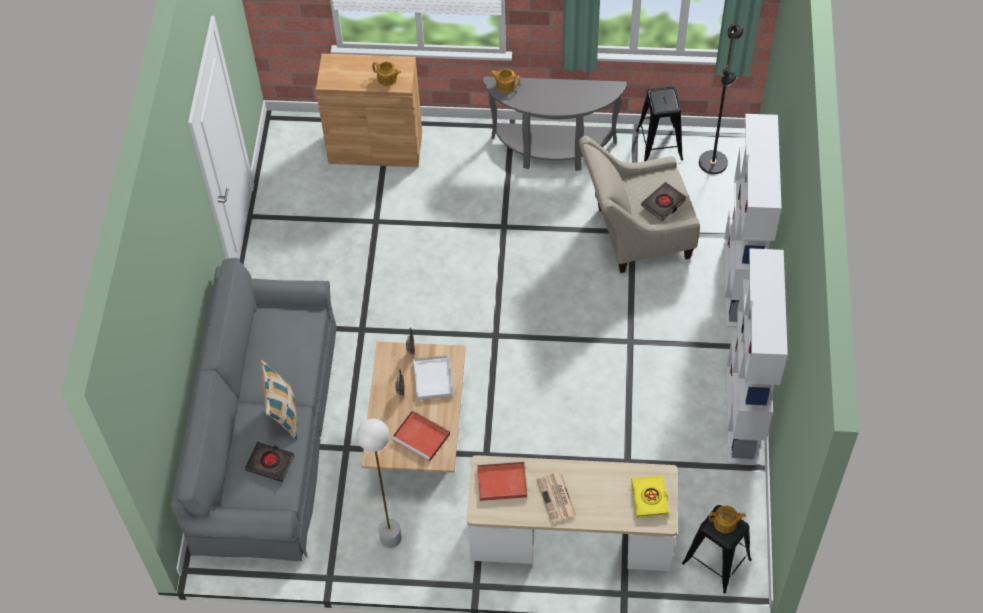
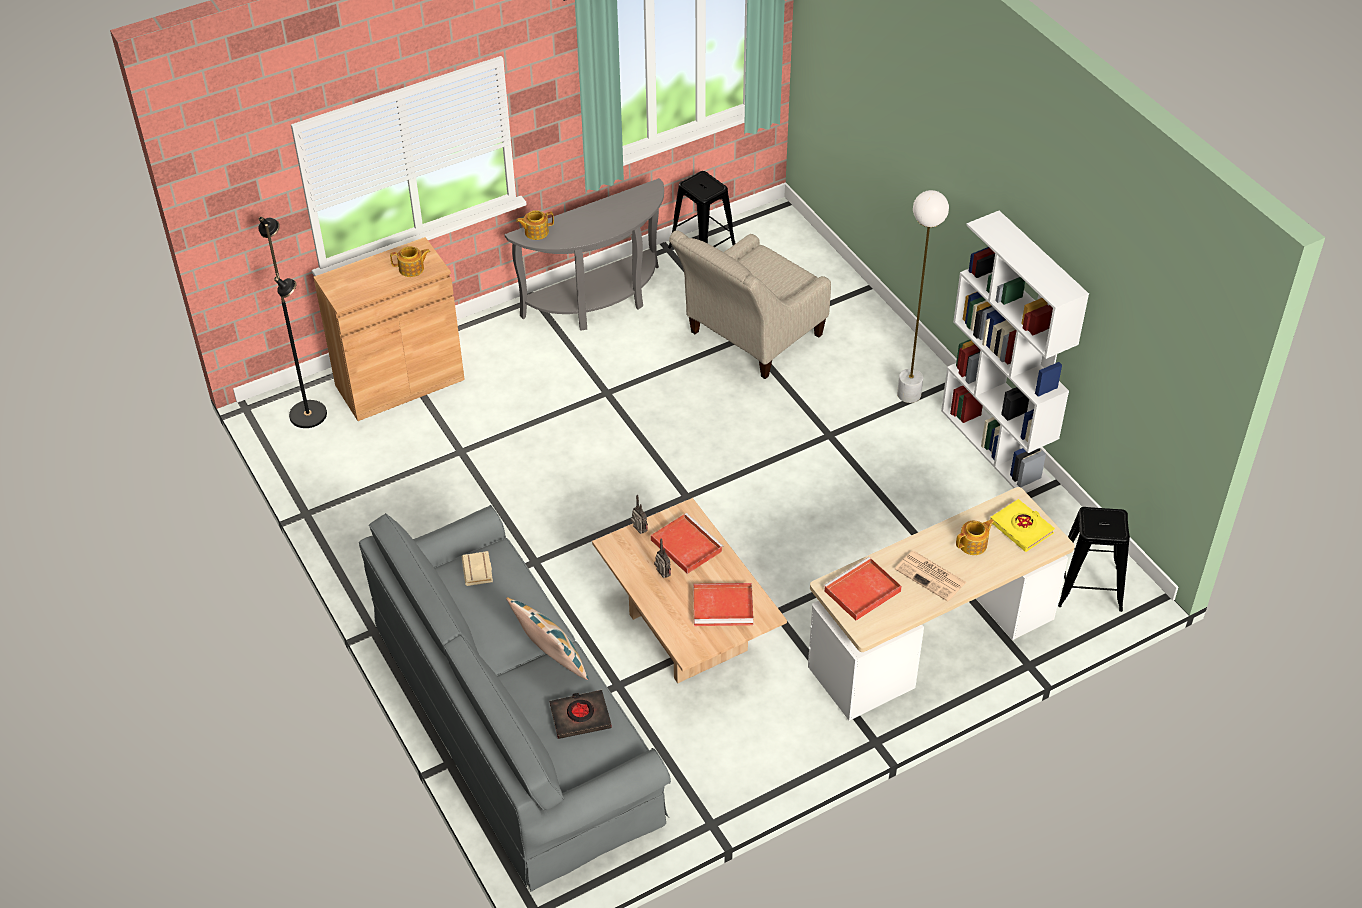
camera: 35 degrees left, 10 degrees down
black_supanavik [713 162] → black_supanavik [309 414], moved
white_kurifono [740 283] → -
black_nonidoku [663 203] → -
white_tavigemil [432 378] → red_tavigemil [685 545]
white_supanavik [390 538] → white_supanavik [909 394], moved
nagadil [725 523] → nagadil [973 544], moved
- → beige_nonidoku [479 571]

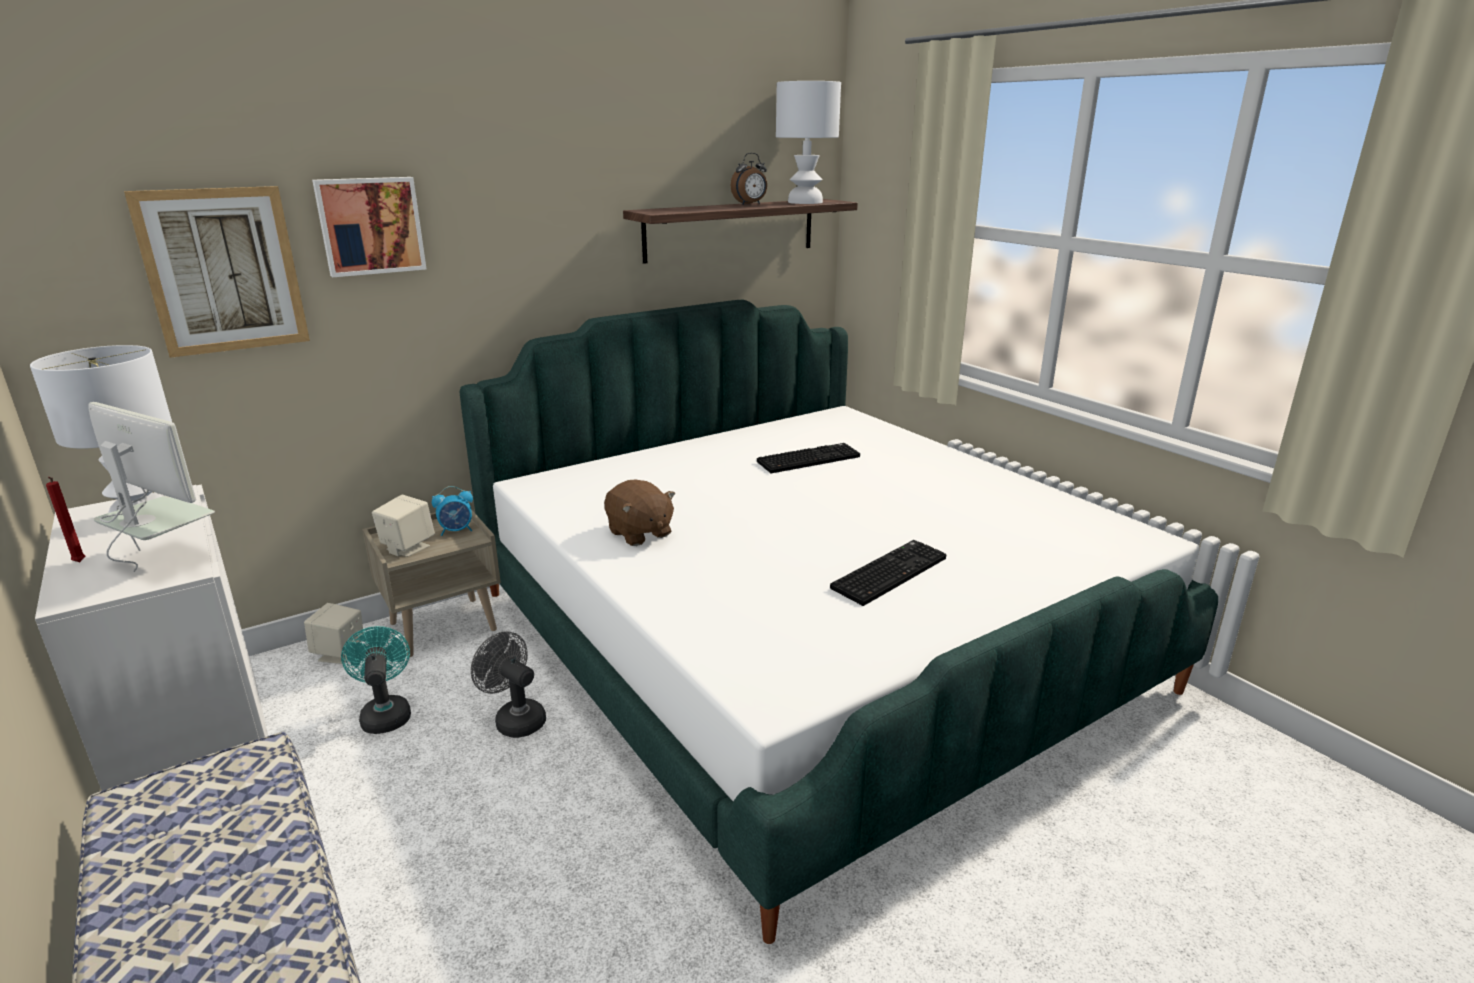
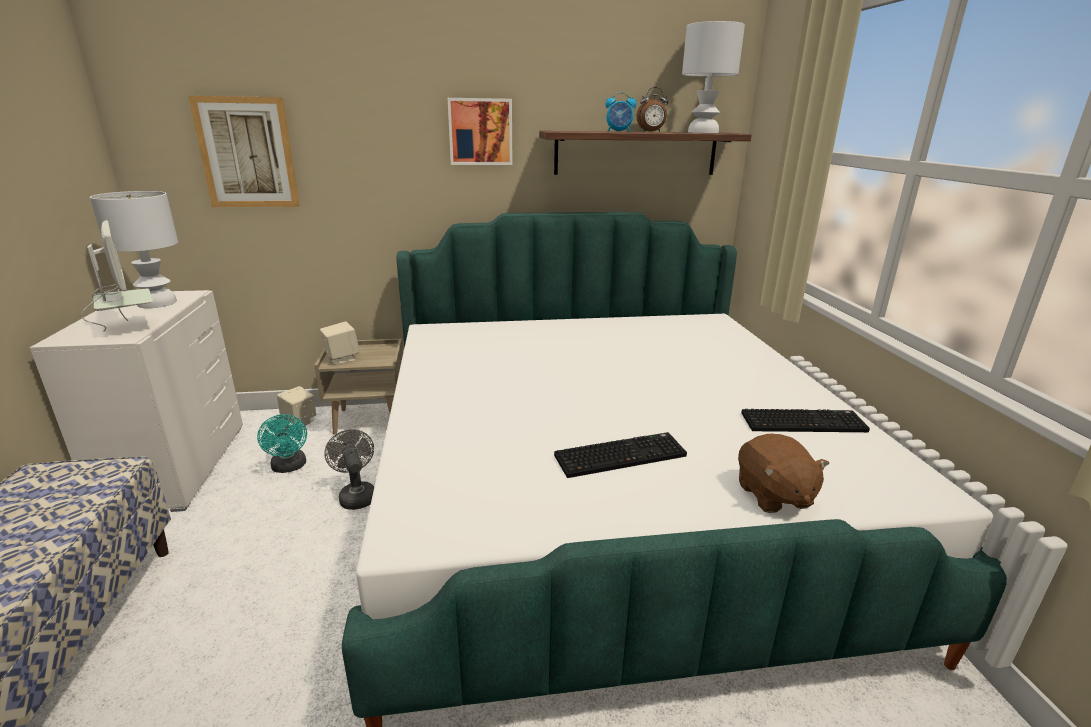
camera: 25 degrees right, 0 degrees up
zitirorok [370 226] → zitirorok [480 132], moved
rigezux [808 459] → rigezux [803 422], moved
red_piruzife [79 563] → -
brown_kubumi [639 533] → brown_kubumi [773 495], moved
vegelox [457 531] → vegelox [619 132], moved
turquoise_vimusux [385 714] → turquoise_vimusux [289 467], 150 degrees clockwise

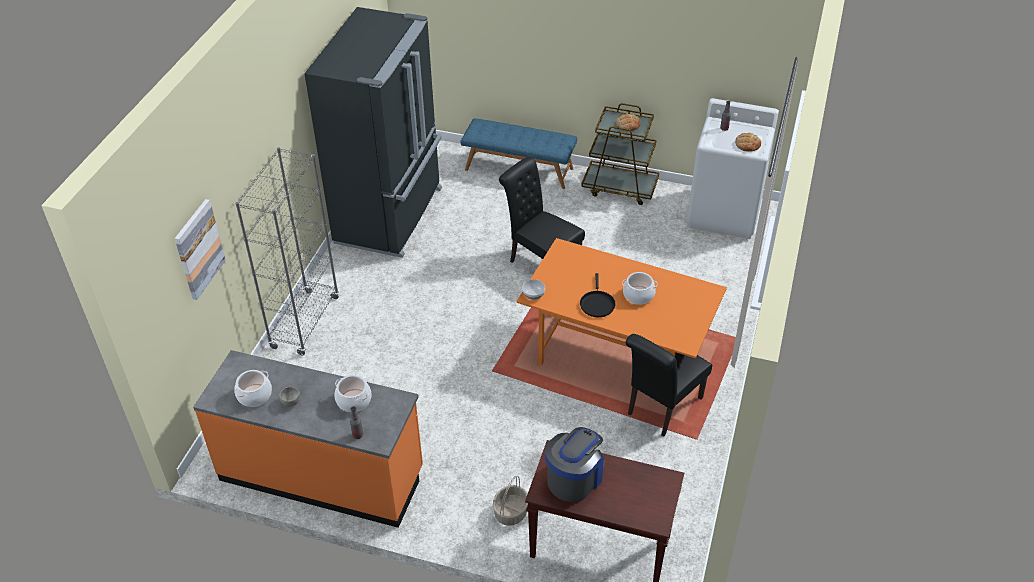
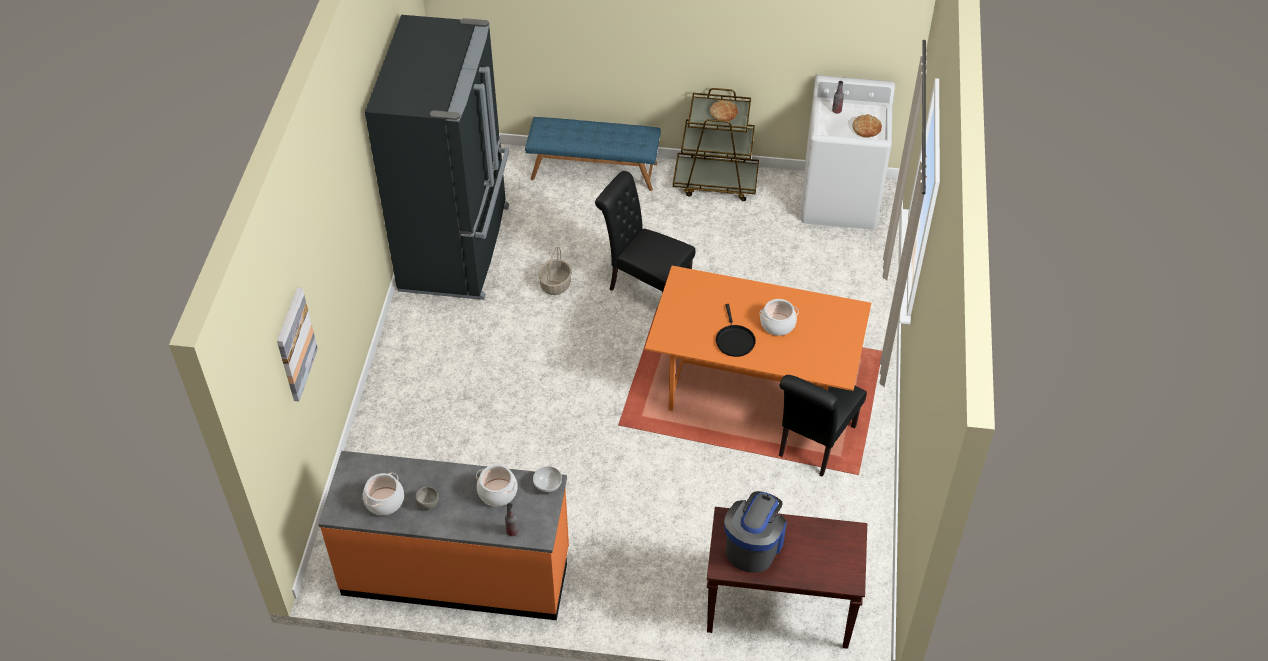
camera: 10 degrees left, 5 degrees up
grey_kurifono [305 322] → -
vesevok [534 295] → vesevok [548 485], moved
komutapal [511 512] → komutapal [555 284], moved

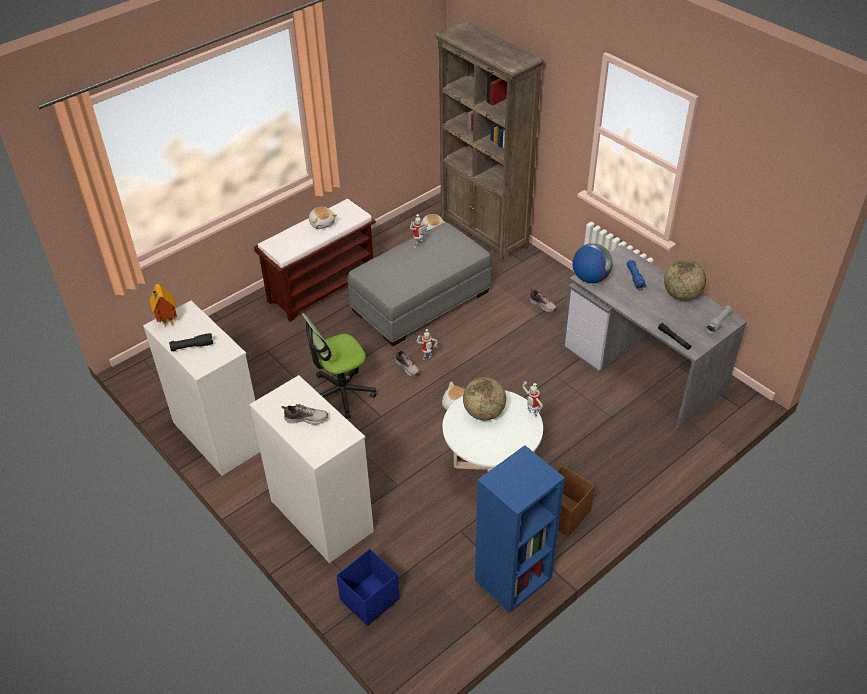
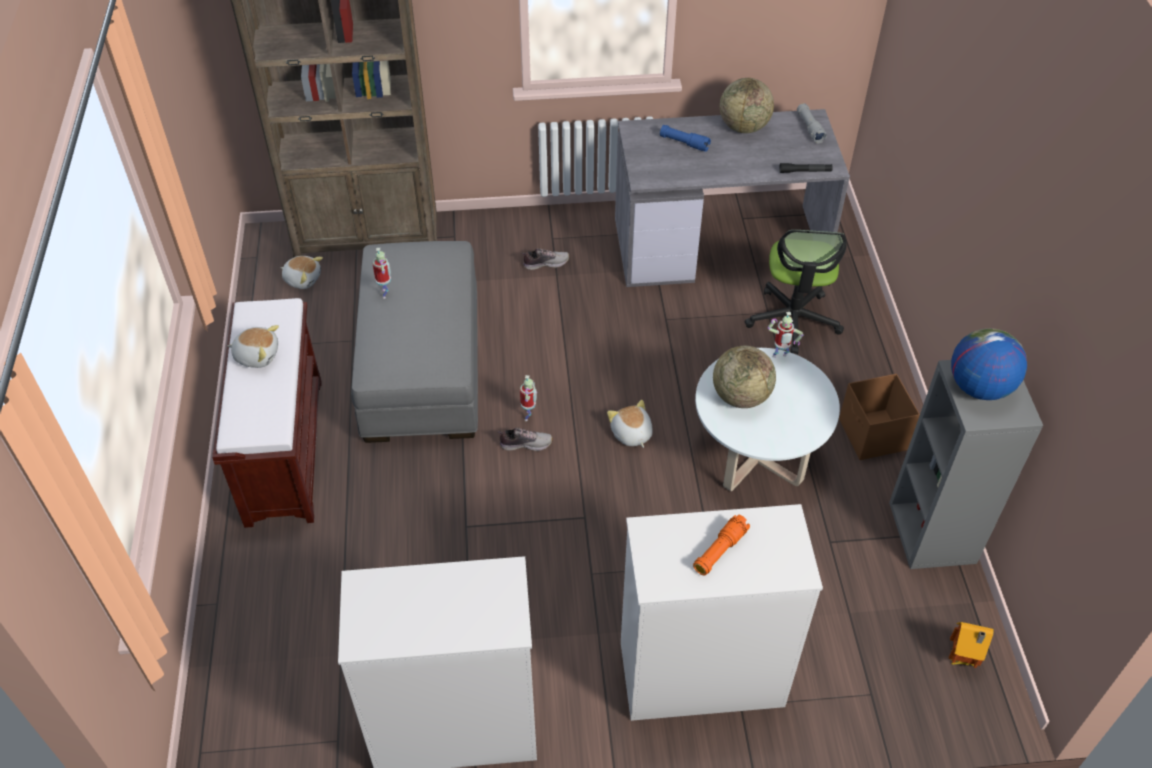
camera: 55 degrees left, 5 degrees up
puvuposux [590 278] → puvuposux [979 387], moved
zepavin [166 321] → zepavin [961 660], moved
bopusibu [341 393] → bopusibu [793 320], moved
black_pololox [192 346] → -
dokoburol [306 418] → orange_pololox [720 550]
blue_kurifono [513 580] → grey_kurifono [933 533]
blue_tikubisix [369 600] → -

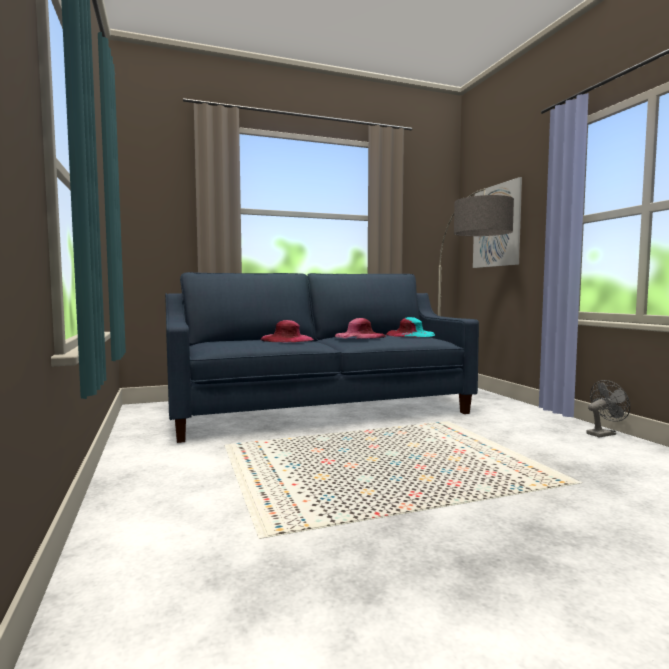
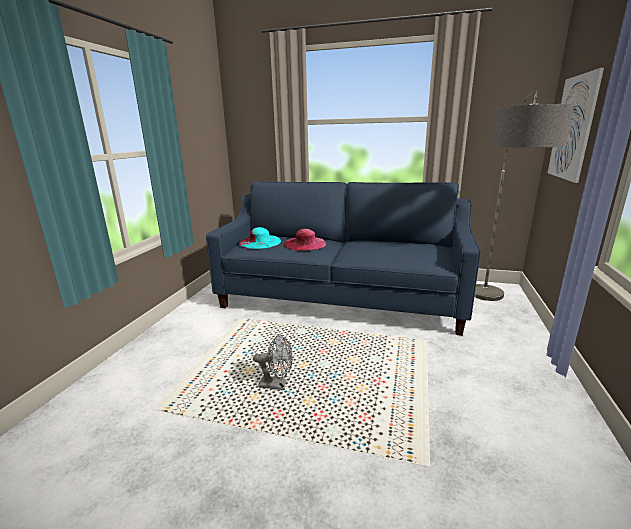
camera: 35 degrees right, 15 degrees up
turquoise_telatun [410 334] → turquoise_telatun [260 242], moved
pink_telatun [360 336] → -
grey_vimusux [603 434] → grey_vimusux [277 384], moved

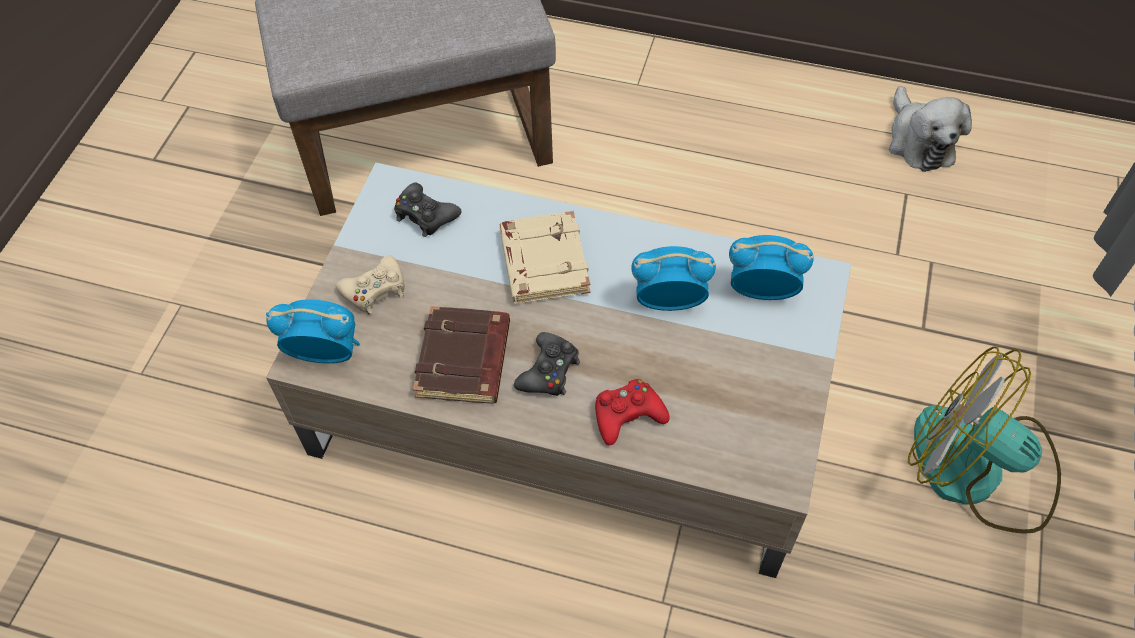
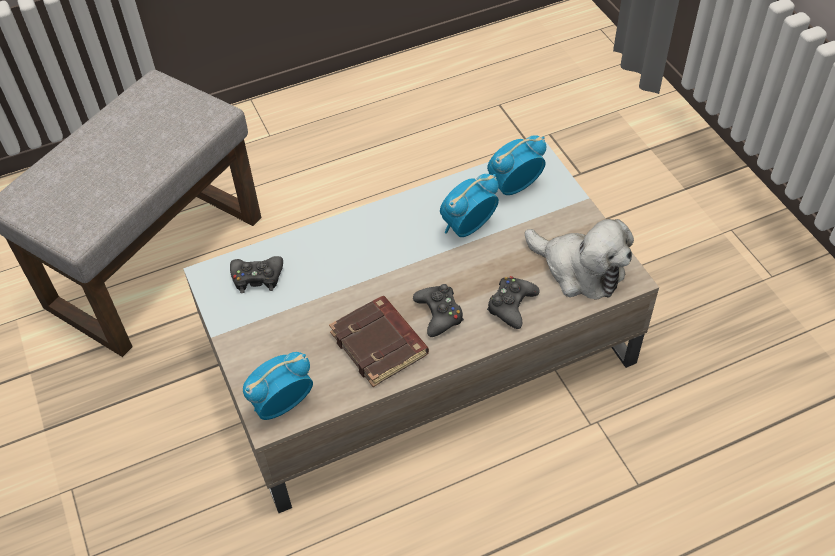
camera: 40 degrees left, 5 degrees down
kubumi [919 141] → kubumi [579 270], moved
beige_nonidoku [542 262] → -
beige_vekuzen [375 290] → -
vimusux [977 471] → -
red_vekuzen [627 415] → black_vekuzen [511 305]

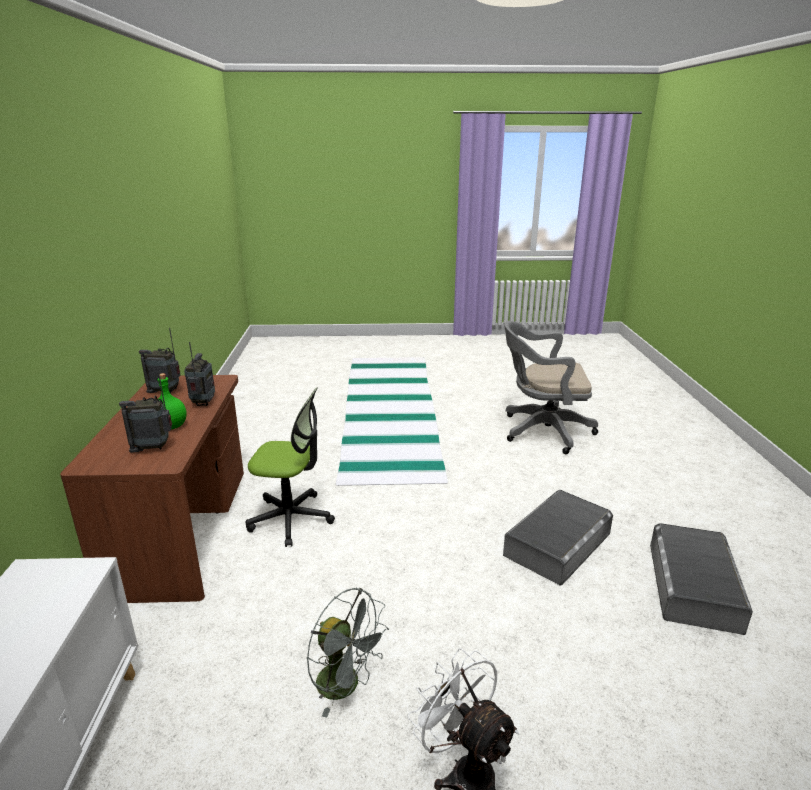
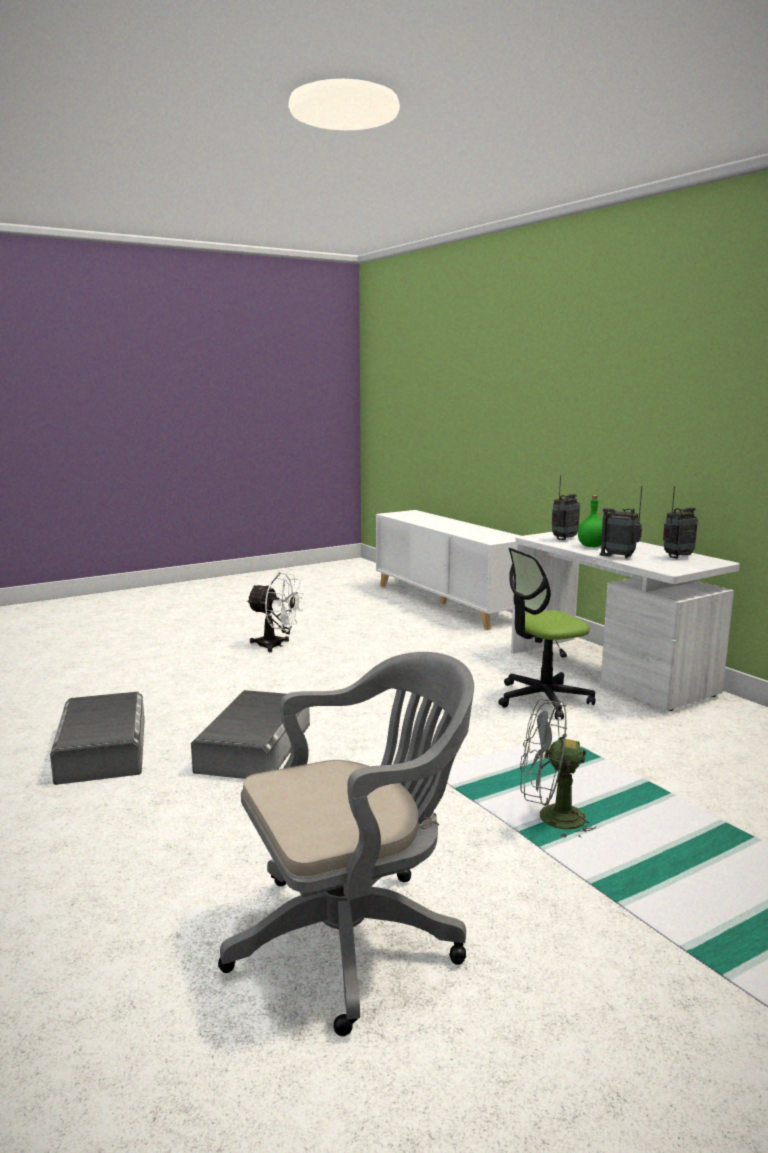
camera: 150 degrees right, 10 degrees down
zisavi [203 403] → zisavi [620 557], 150 degrees clockwise
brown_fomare [183 530] → white_fomare [610 672]
grey_vimusux [346 686] → grey_vimusux [551 819], moved

